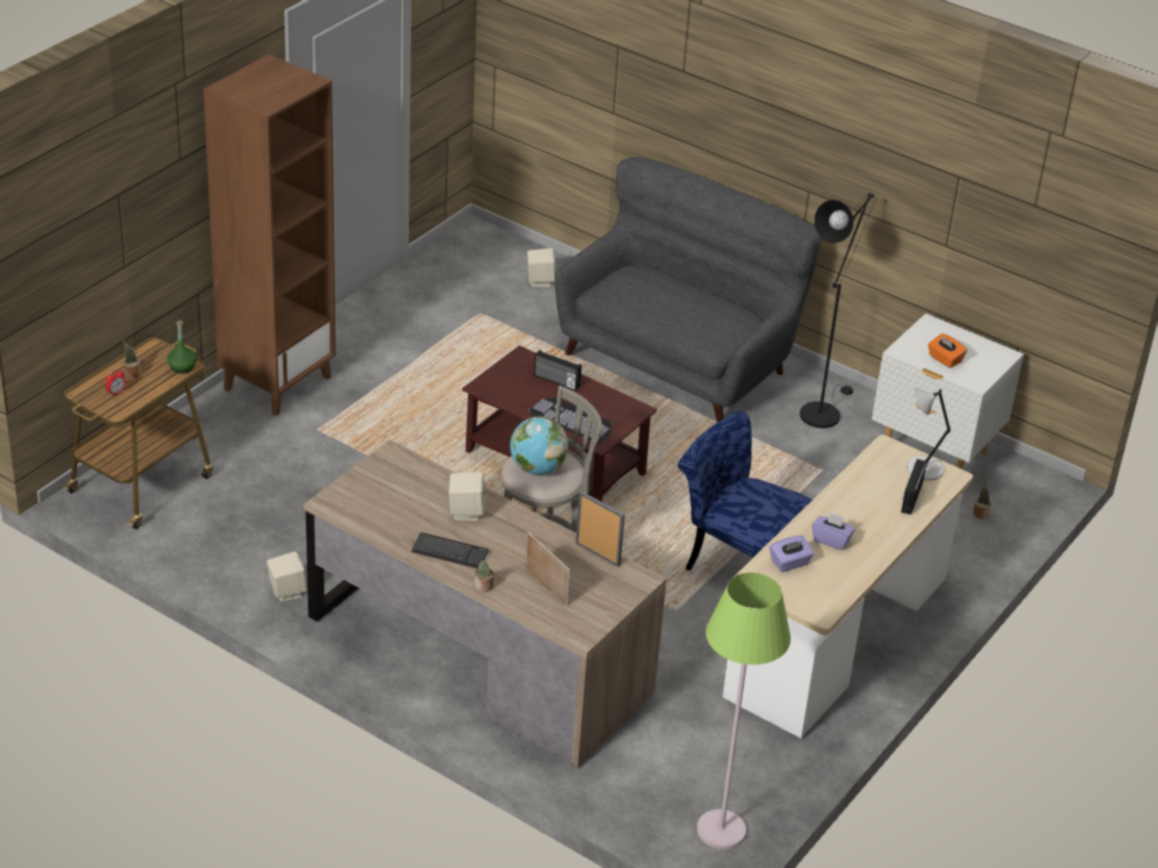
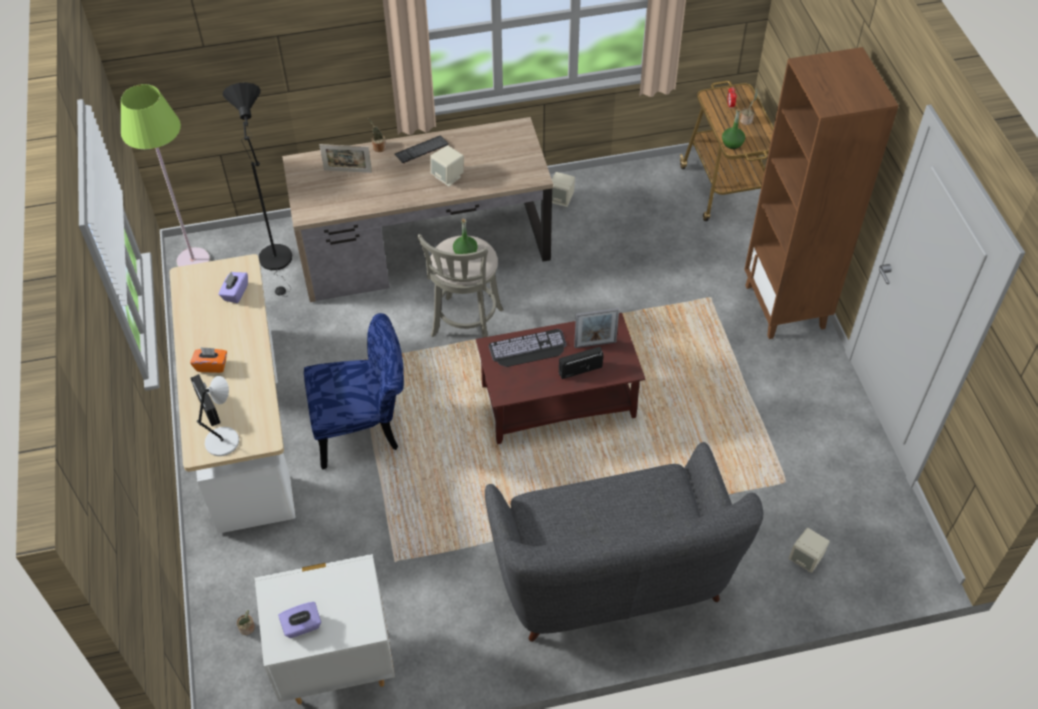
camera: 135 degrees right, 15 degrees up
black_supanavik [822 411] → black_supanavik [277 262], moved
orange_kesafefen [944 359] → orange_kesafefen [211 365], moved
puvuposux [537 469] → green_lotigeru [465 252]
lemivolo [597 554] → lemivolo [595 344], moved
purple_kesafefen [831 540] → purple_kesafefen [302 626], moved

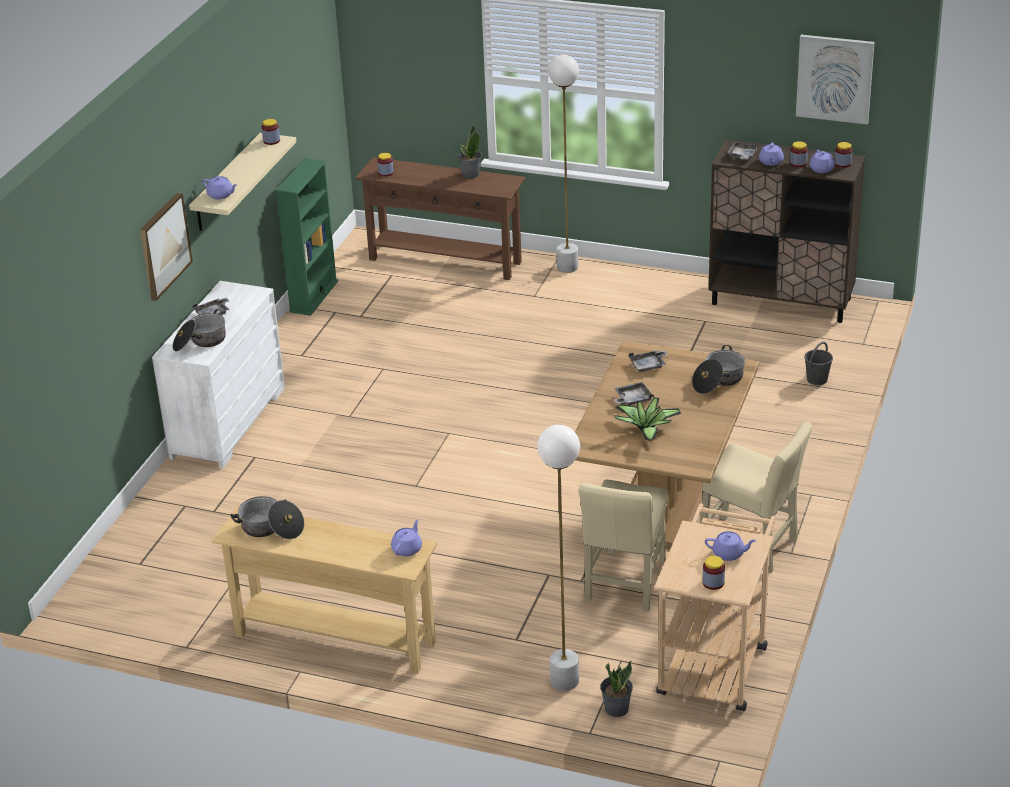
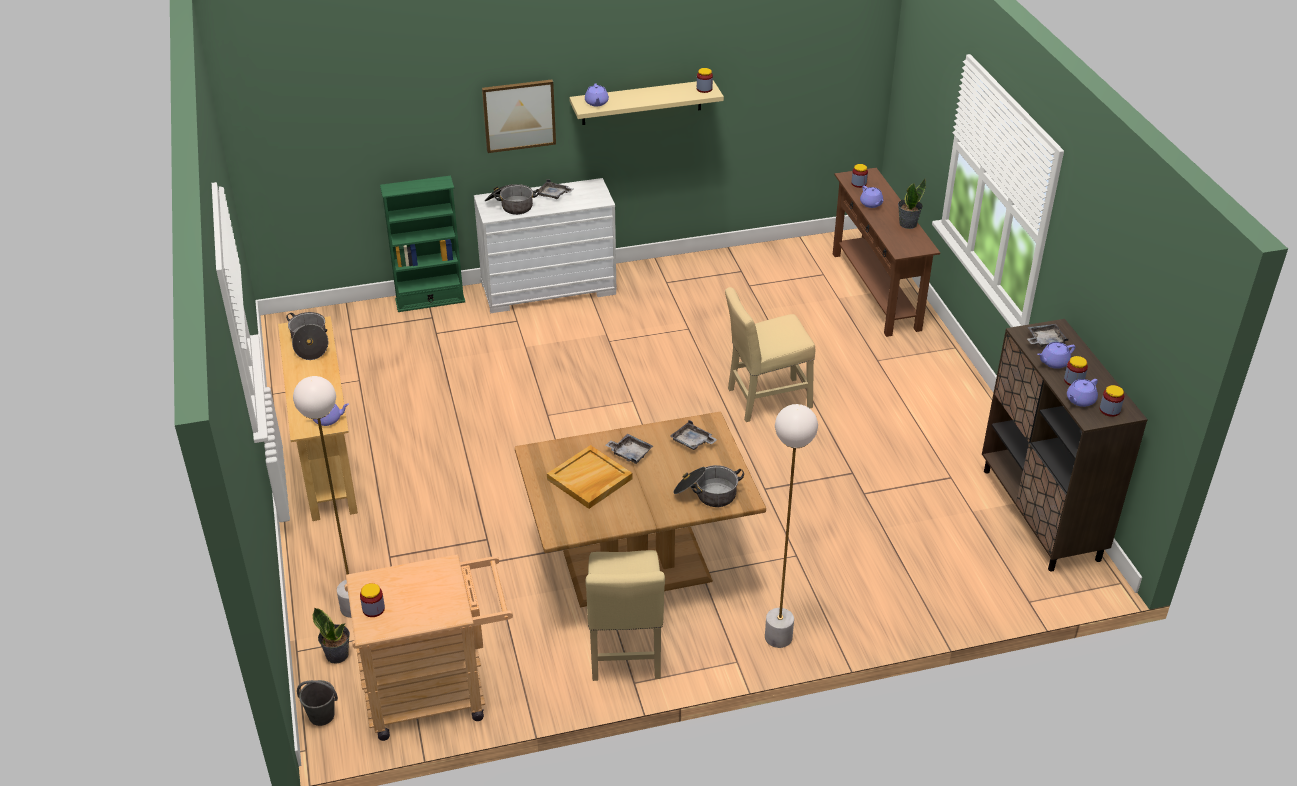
camera: 55 degrees right, 5 degrees up
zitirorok [834 78] → -
white_supanavik [567 267] → white_supanavik [778 637], moved
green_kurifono [313 296] → green_kurifono [430 300], moved
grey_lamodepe [817 379] → grey_lamodepe [322 715], moved
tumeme [646 429] → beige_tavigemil [589 480]
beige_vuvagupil [625 584] → beige_vuvagupil [765 399], moved
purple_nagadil [729 554] → purple_nagadil [871 204], moved

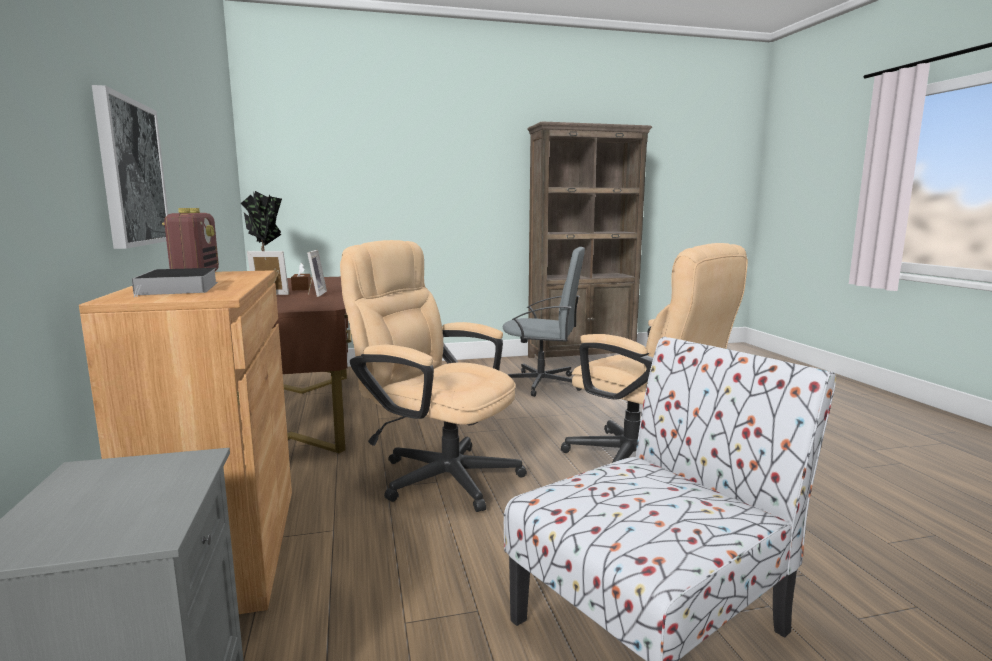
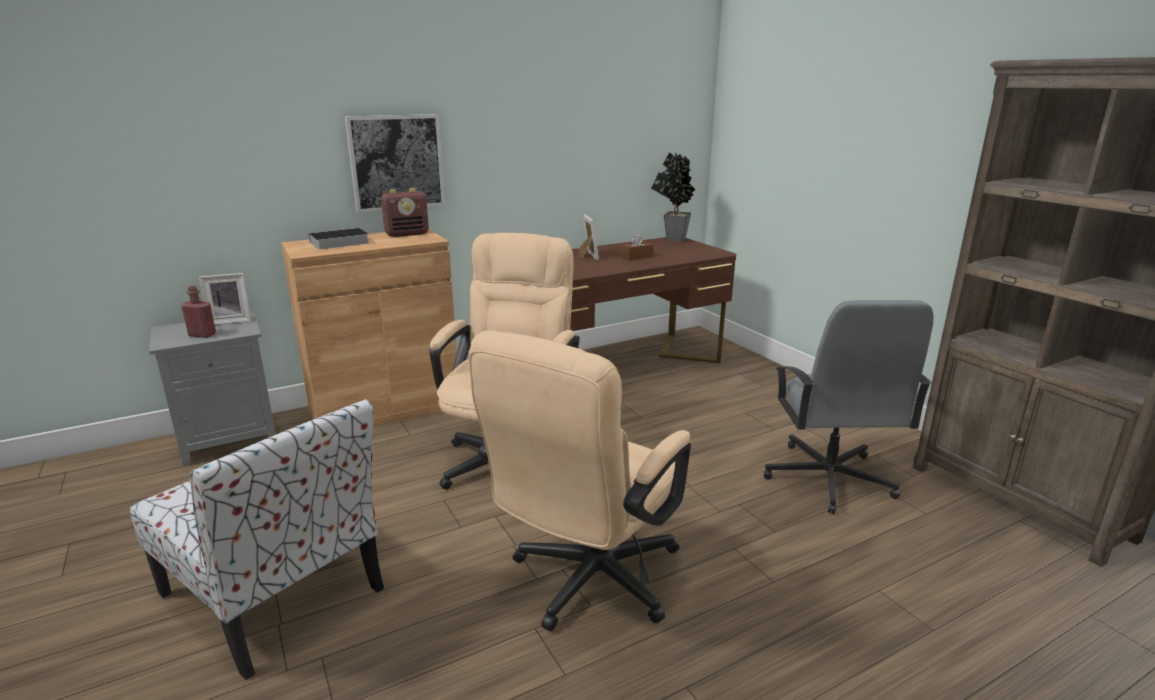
camera: 75 degrees right, 10 degrees up
lemivolo [315 294] → lemivolo [230 320], moved
- → red_lotigeru [202 335]

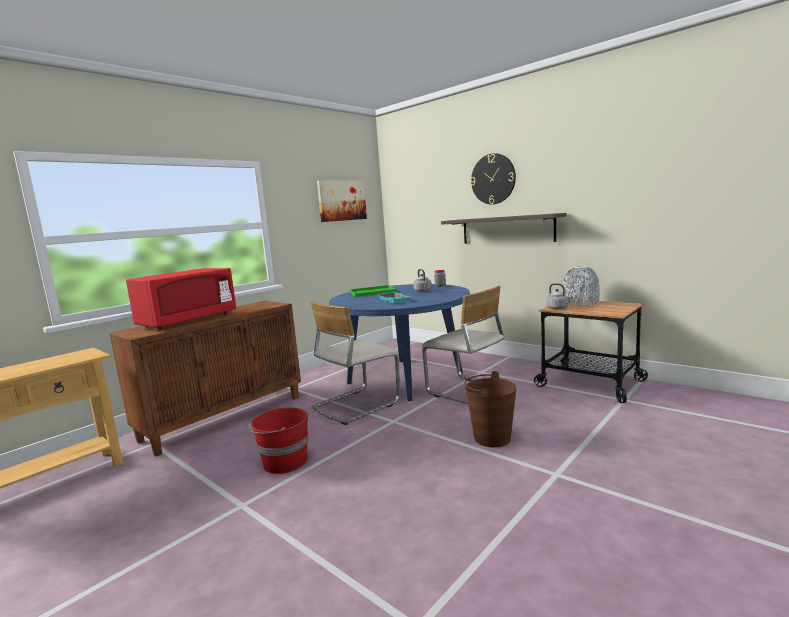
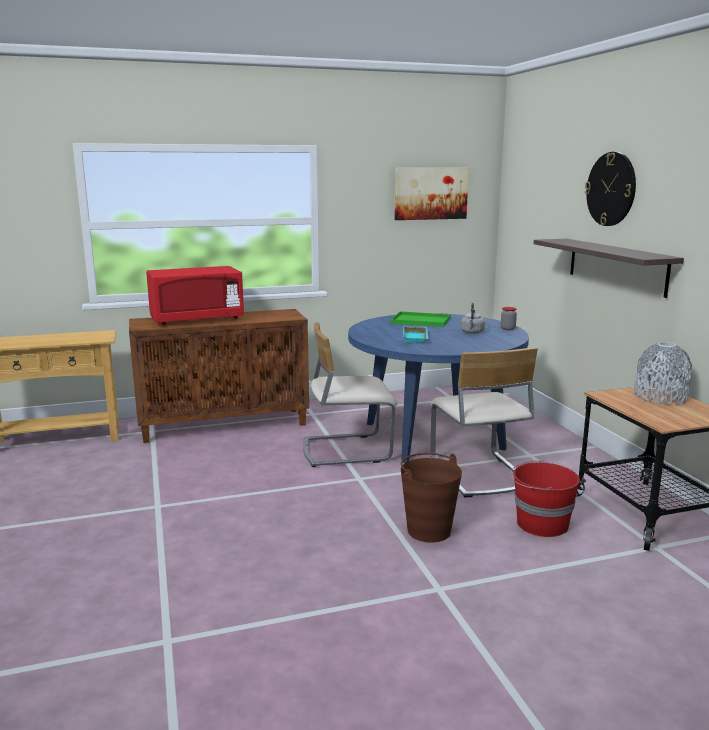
camera: 30 degrees right, 5 degrees up
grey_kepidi [558 308] → -
red_lamodepe [284 462] → red_lamodepe [540 524], moved

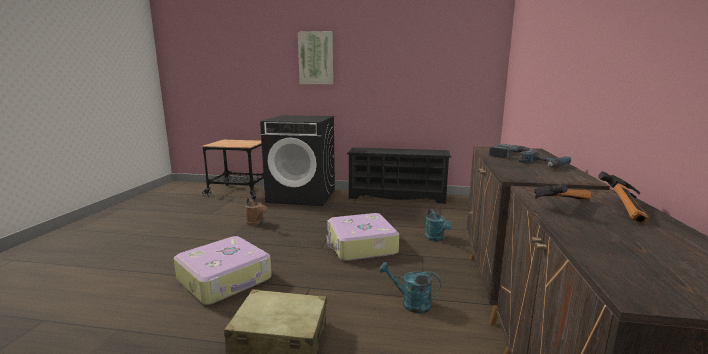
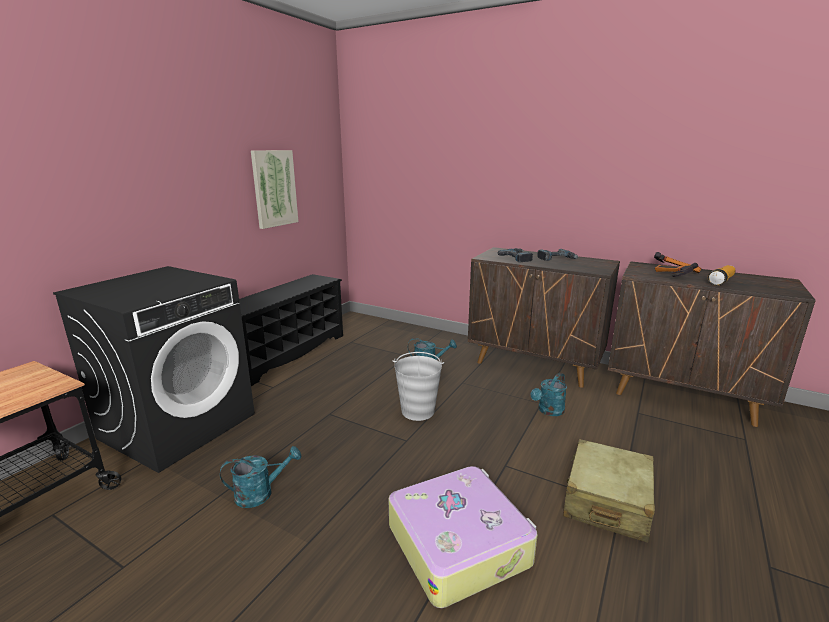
camera: 70 degrees left, 5 degrees up
zitirorok [316 58] → zitirorok [274 188], moved
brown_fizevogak [256 223] → turquoise_fizevogak [261 493]
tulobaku [361 246] → grey_lamodepe [418 411]
- → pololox [721 281]

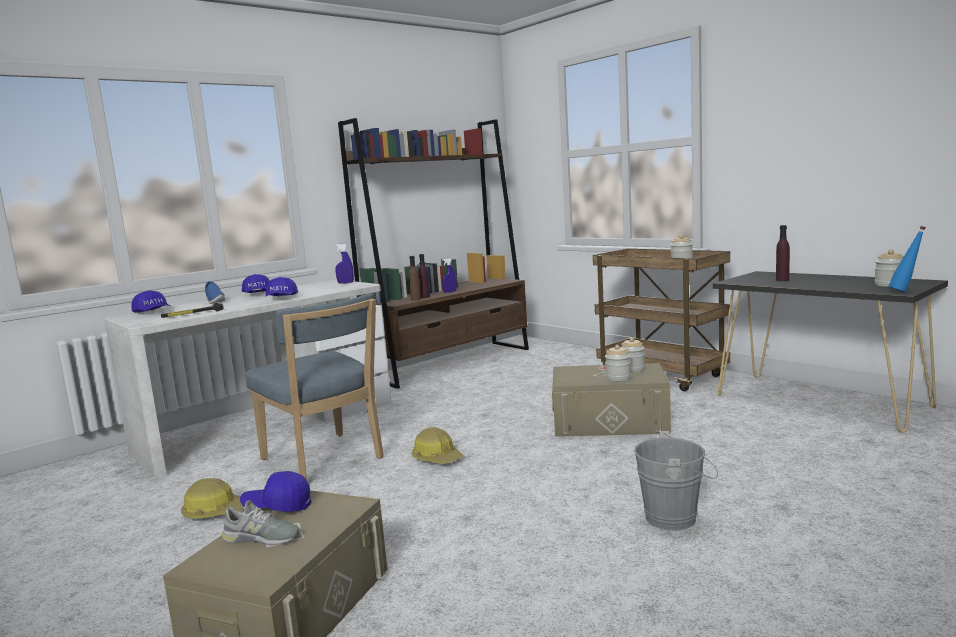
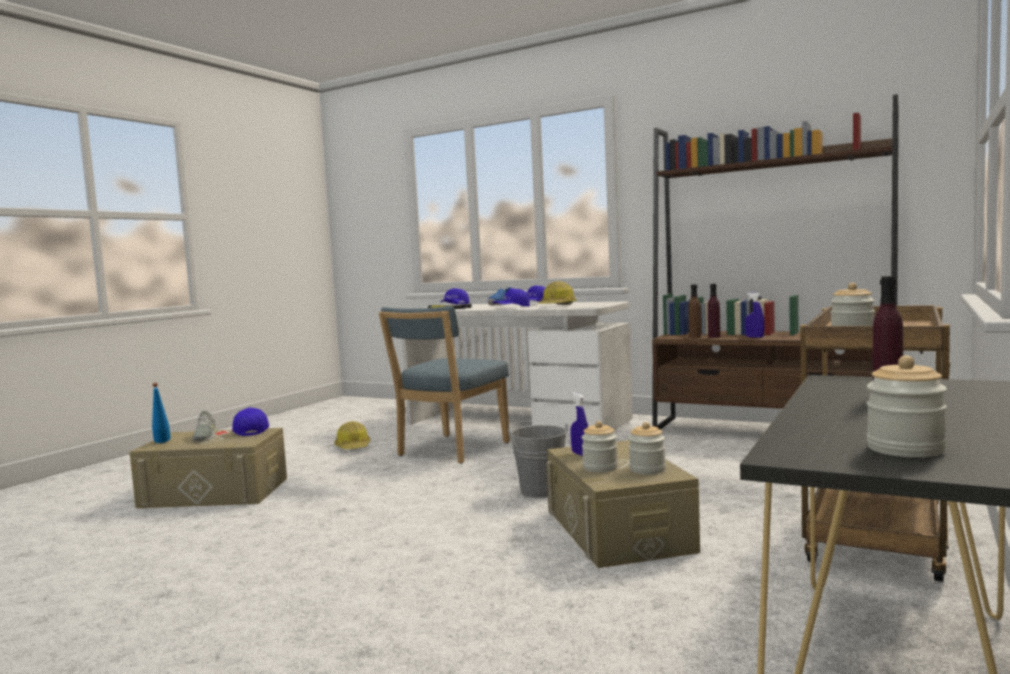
camera: 70 degrees right, 5 degrees down
blue_lotigeru [905 291] → blue_lotigeru [162 443], moved
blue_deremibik [345 283] → blue_deremibik [580 454], moved
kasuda [437 458] → kasuda [557 306], moved
grey_lamodepe [676 518] → grey_lamodepe [542 492], moved

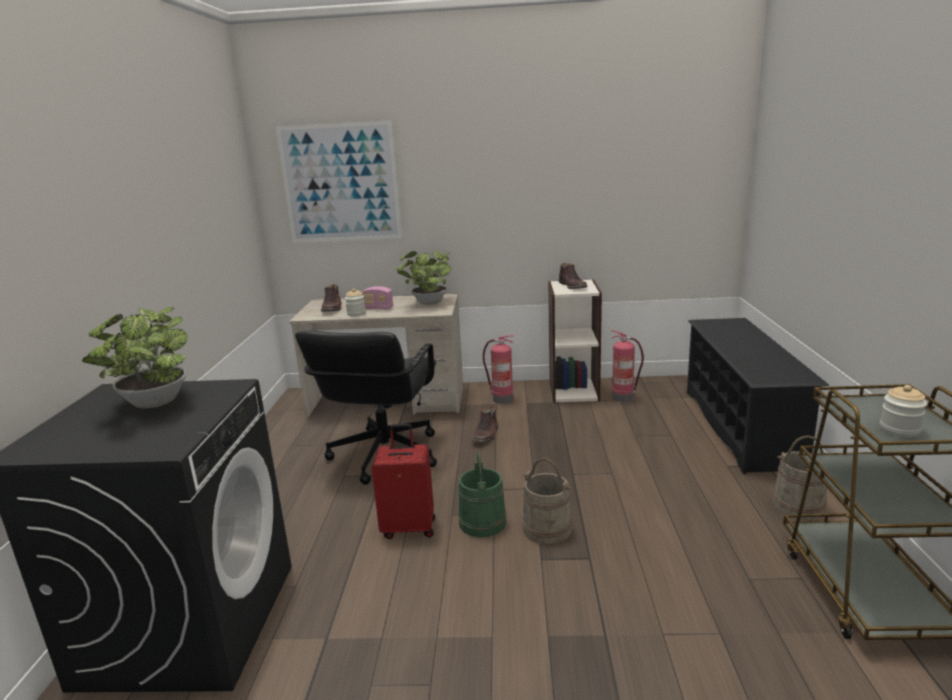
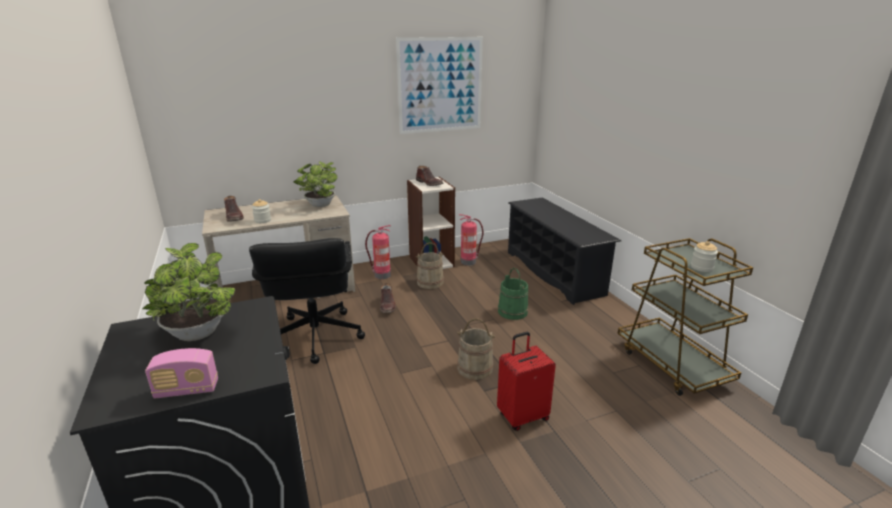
camera: 25 degrees left, 5 degrees up
zitirorok [340 183] → zitirorok [440 85], moved
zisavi [378 308] → zisavi [187 390], moved
red_tulobaku [409 527] → red_tulobaku [522 416], moved
beige_lamodepe [798 505] → beige_lamodepe [430 282], moved
green_lamodepe [483 522] → green_lamodepe [513 311], moved

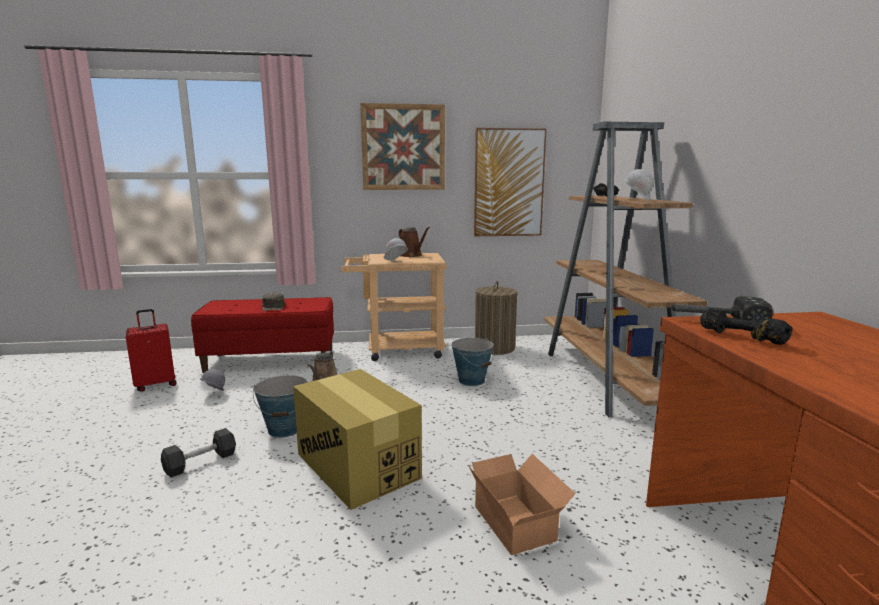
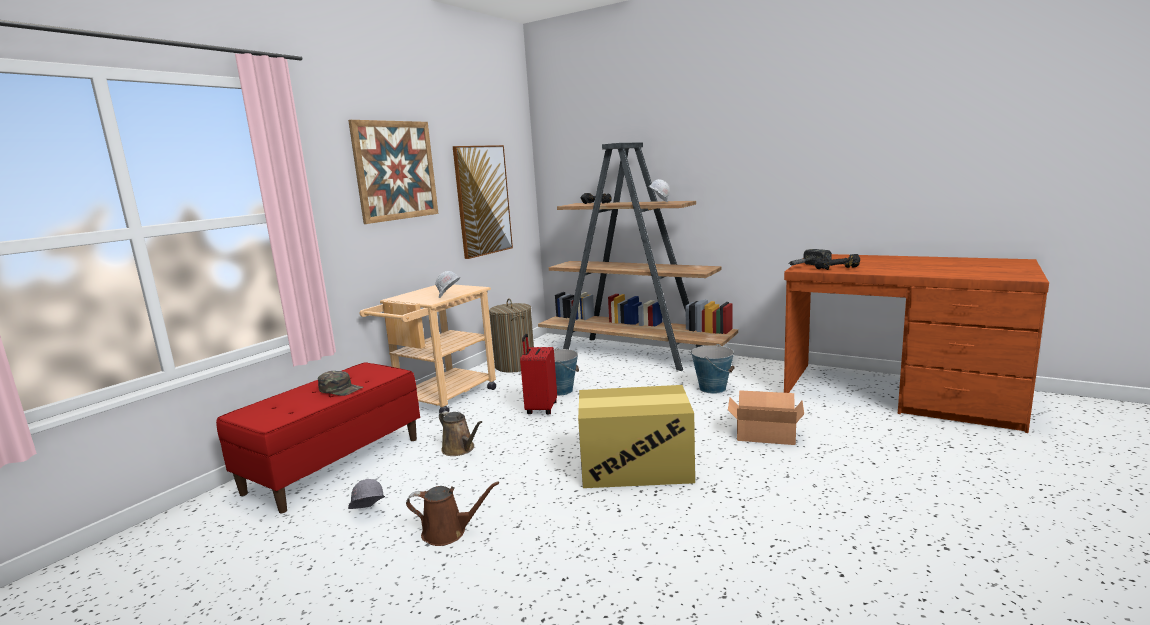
camera: 50 degrees left, 0 degrees up
brown_fizevogak [411 255] → brown_fizevogak [448 532], moved
red_tulobaku [156 384] → red_tulobaku [540 409], moved
lamodepe [285 429] → lamodepe [712 388], moved
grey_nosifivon [200 462] → -

